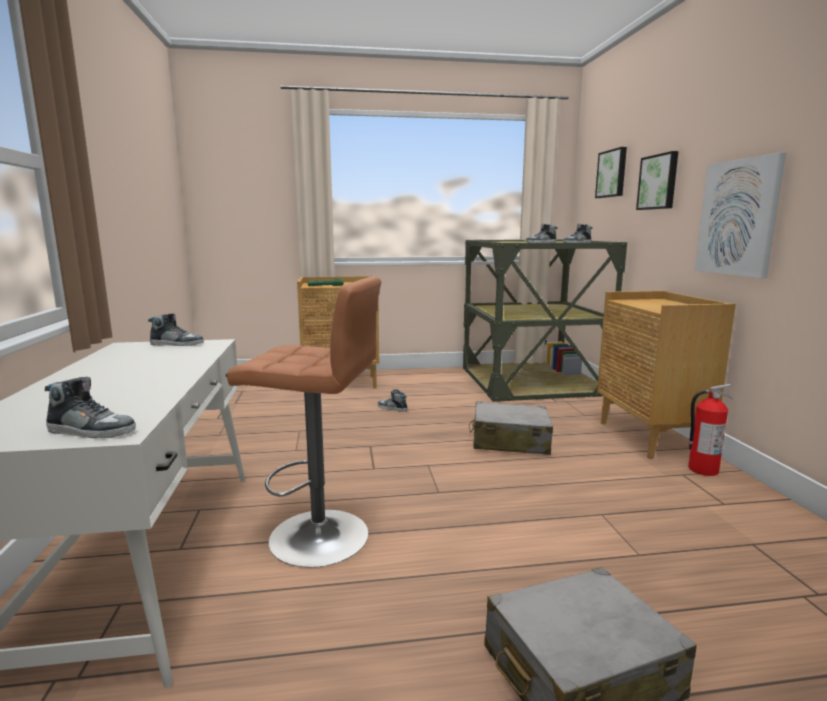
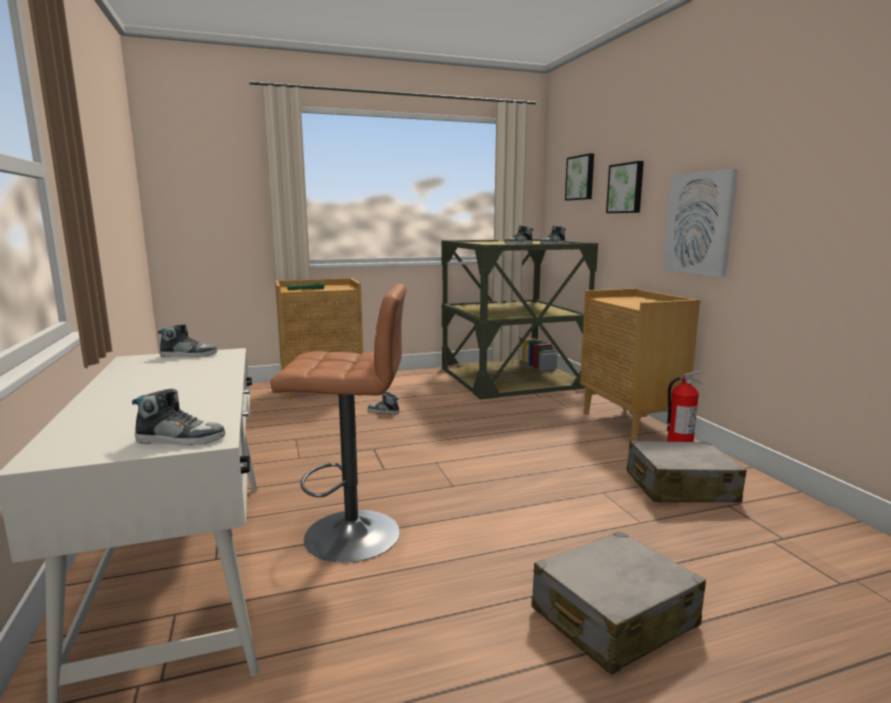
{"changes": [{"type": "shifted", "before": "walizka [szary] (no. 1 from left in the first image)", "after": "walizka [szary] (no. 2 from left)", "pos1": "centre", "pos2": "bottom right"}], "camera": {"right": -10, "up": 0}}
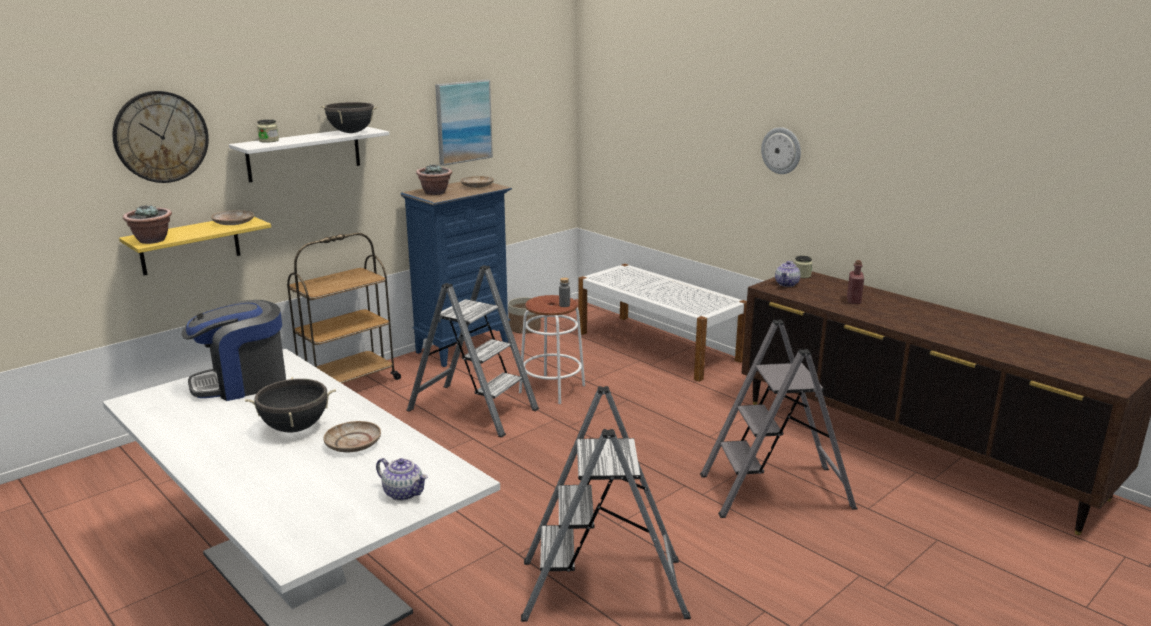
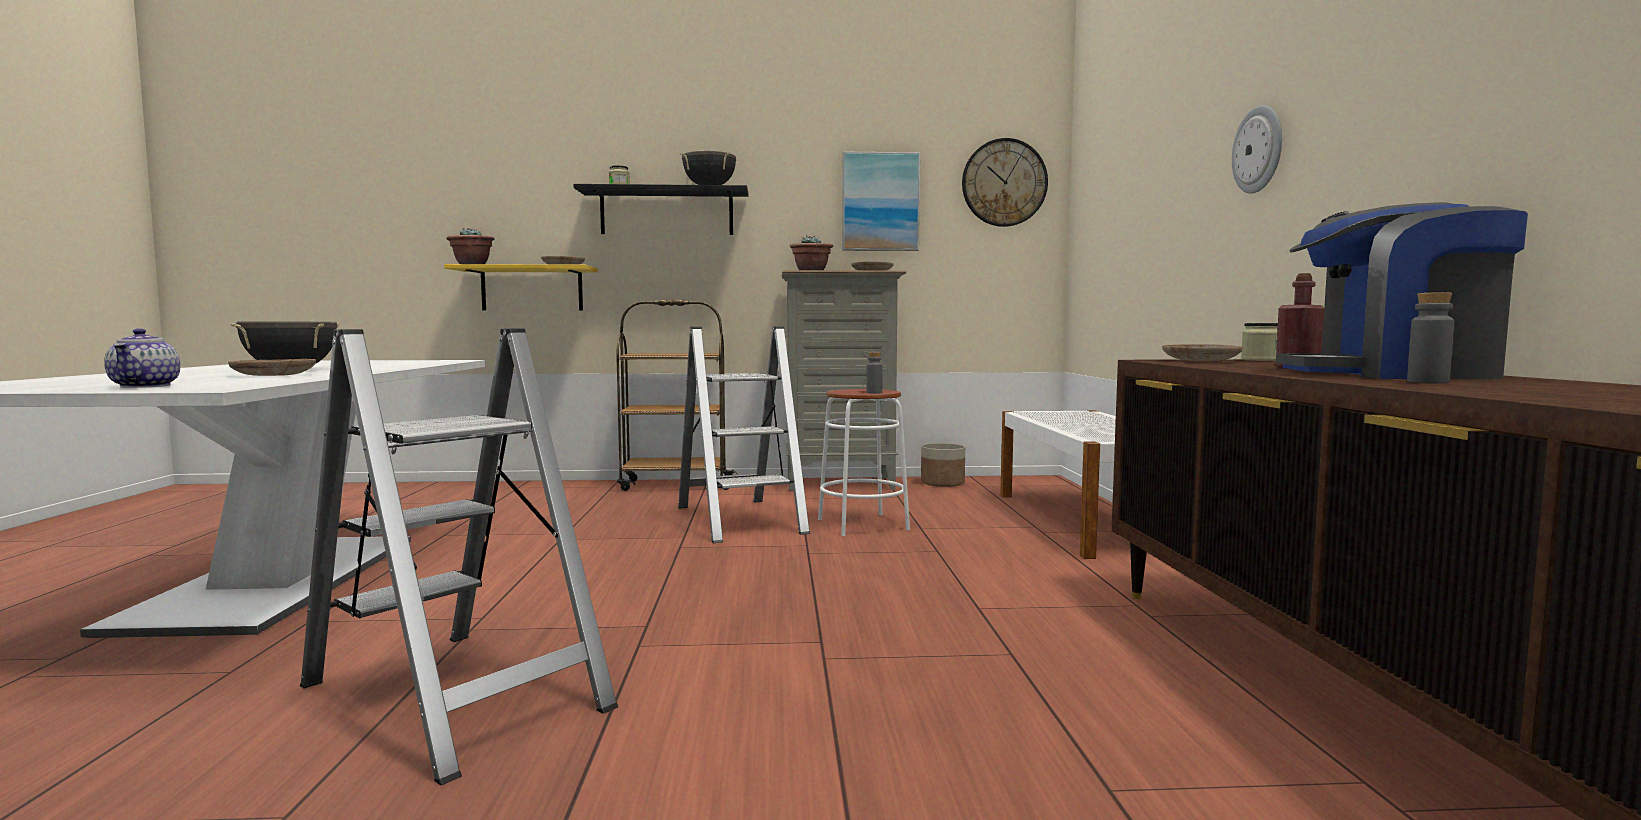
{"changes": [{"type": "shifted", "before": "zegar ścienny (no. 1 from left)", "pos1": "top left", "pos2": "top centre"}, {"type": "repainted", "before": "półka [biały]", "after": "półka [czarny]", "pos1": "top left", "pos2": "top centre"}, {"type": "repainted", "before": "komoda [niebieski]", "after": "komoda [szary]", "pos1": "centre", "pos2": "centre"}, {"type": "swapped", "before": "imbryk (no. 2 from left)", "after": "talerz [beżowy] (no. 4 from left)", "pos1": "middle right", "pos2": "middle right"}, {"type": "shifted", "before": "ekspres do kawy", "pos1": "middle left", "pos2": "middle right"}, {"type": "gone", "before": "drabinka [szary] (no. 3 from left)", "pos1": "bottom right"}, {"type": "new", "after": "butelka [szary] (no. 2 from left)", "pos2": "middle right"}], "camera": {"right": 40, "up": -15}}
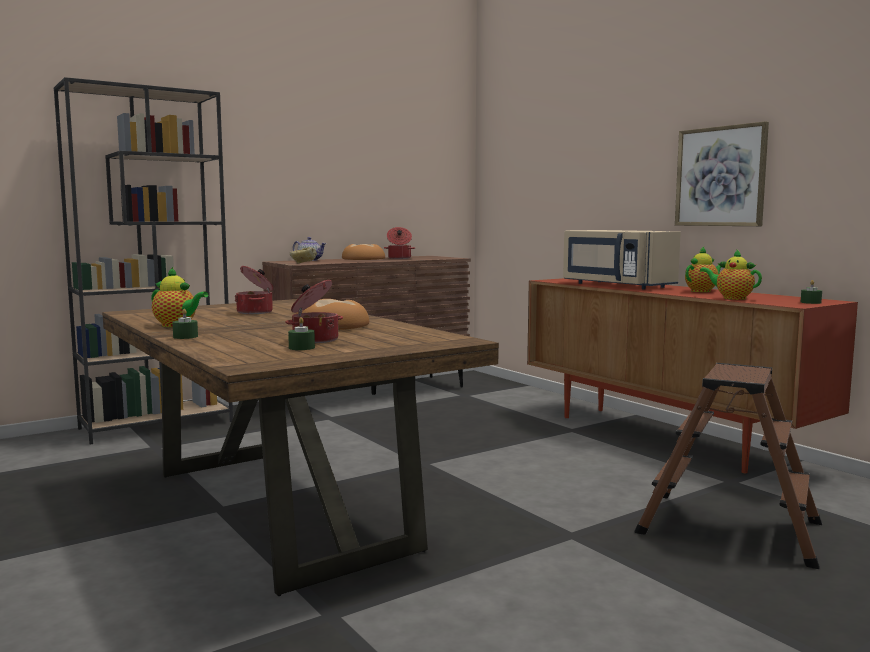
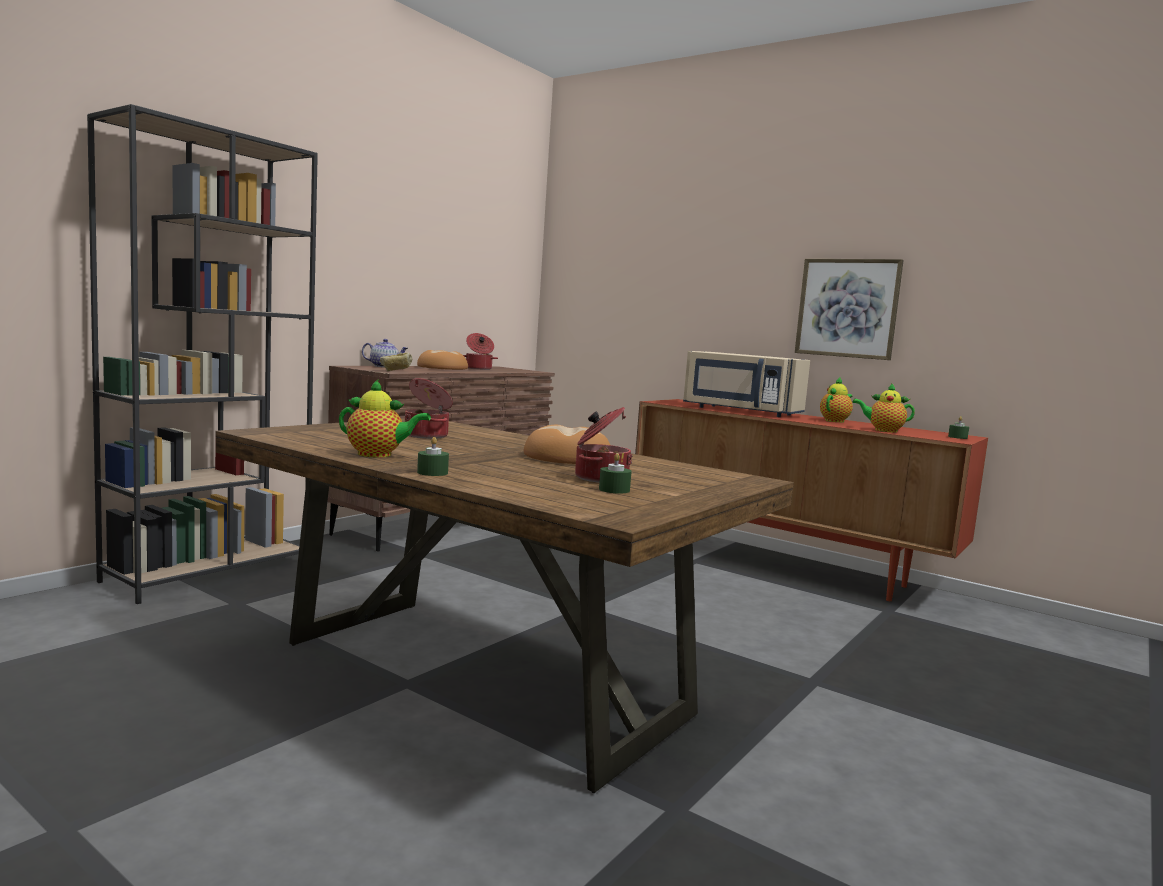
{"changes": [{"type": "gone", "before": "drabinka [brązowy]", "pos1": "bottom right"}], "camera": {"right": -20, "up": 0}}
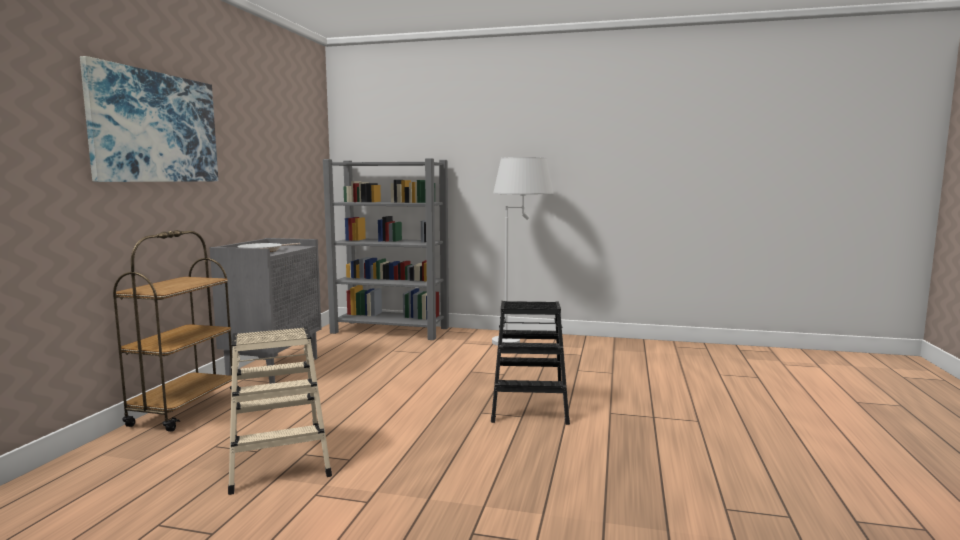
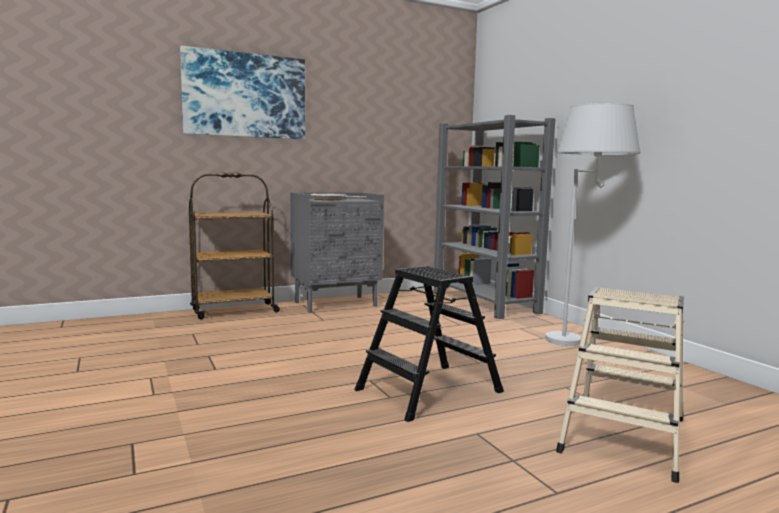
{"changes": [{"type": "shifted", "before": "drabinka [beżowy]", "pos1": "bottom left", "pos2": "bottom right"}], "camera": {"right": 50, "up": 0}}
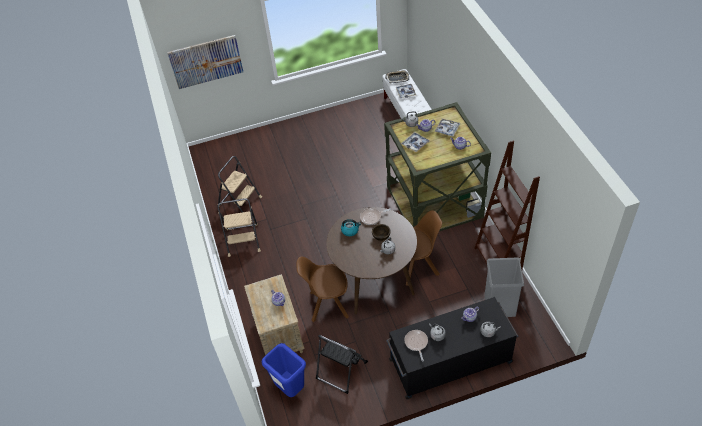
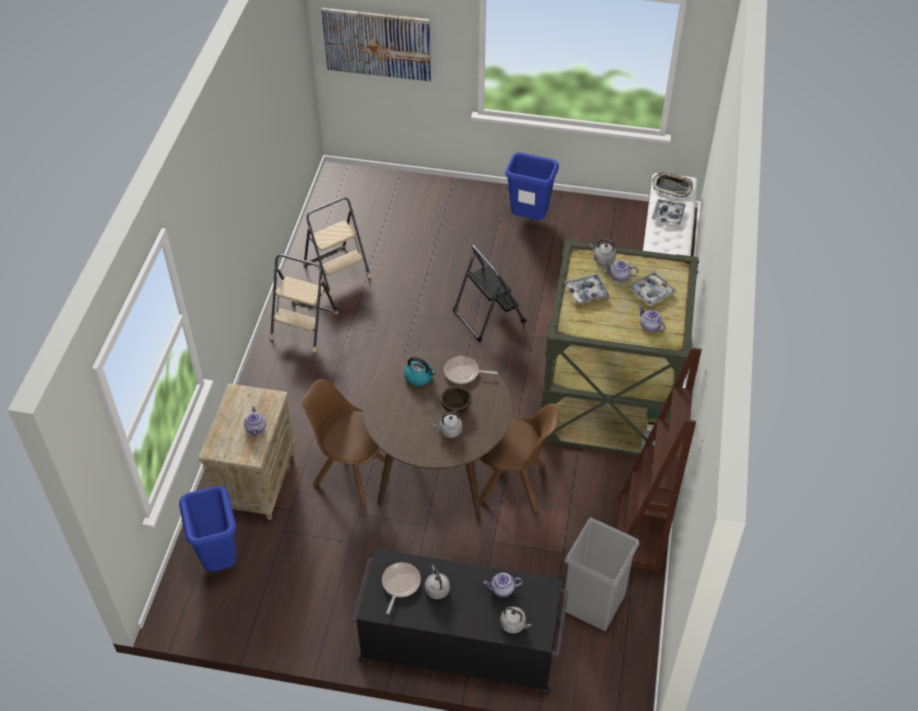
{"changes": [{"type": "shifted", "before": "drabinka [czarny]", "pos1": "bottom centre", "pos2": "centre"}, {"type": "new", "after": "kosz na śmieci [niebieski] (no. 2 from left)", "pos2": "top centre"}], "camera": {"right": 25, "up": 0}}
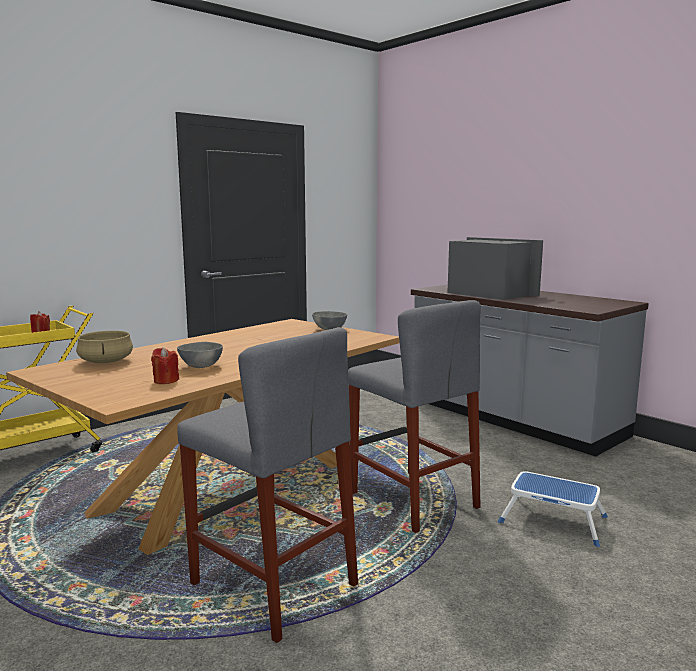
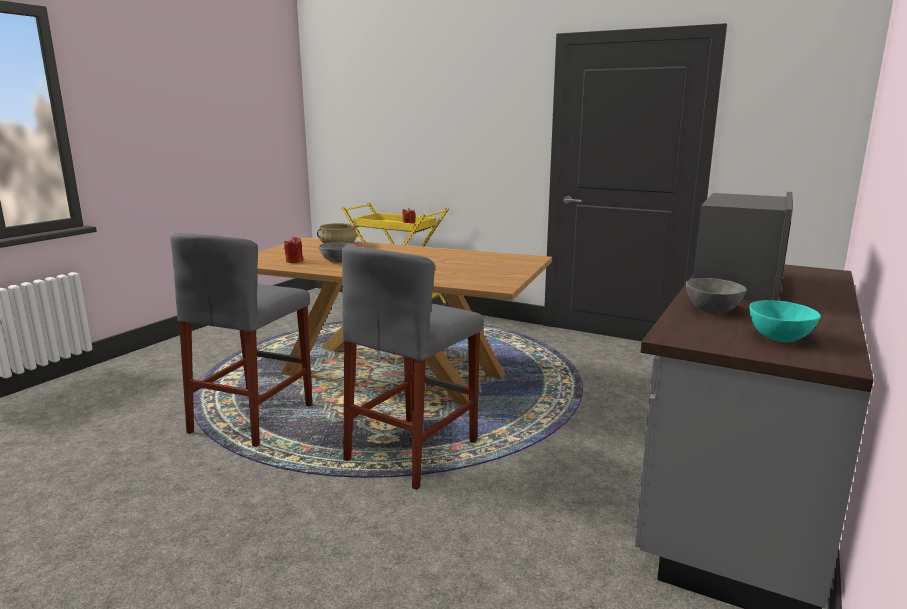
{"changes": [{"type": "shifted", "before": "miska [szary] (no. 2 from left)", "pos1": "centre", "pos2": "middle right"}, {"type": "gone", "before": "drabinka [niebieski]", "pos1": "bottom right"}, {"type": "new", "after": "miska [turkusowy]", "pos2": "middle right"}], "camera": {"right": 70, "up": 5}}
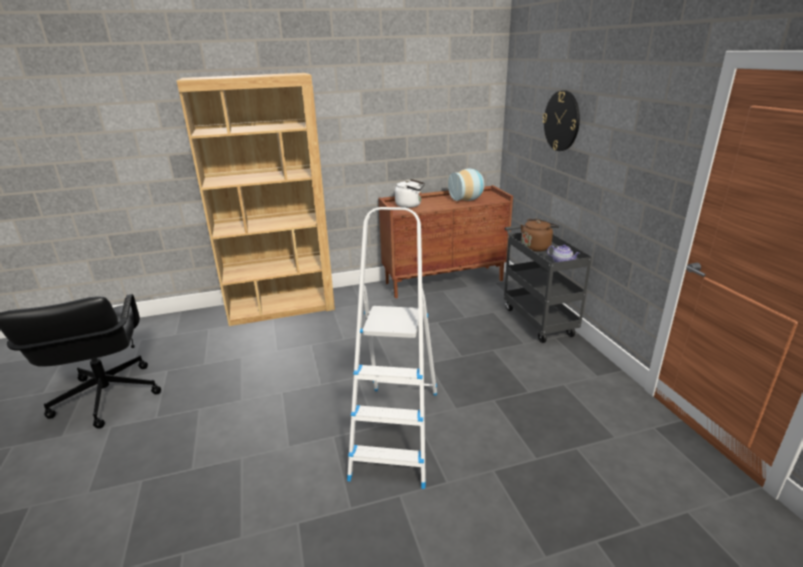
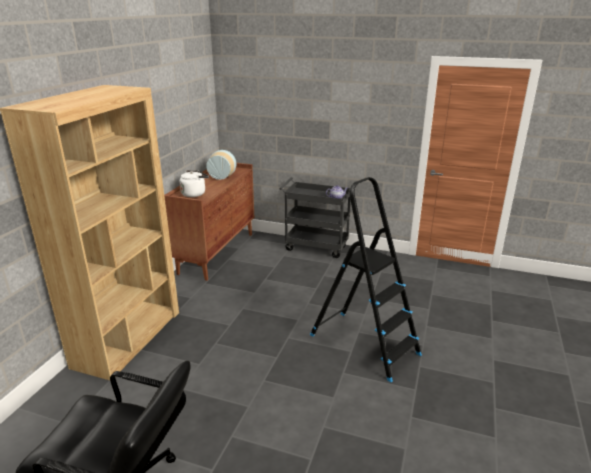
{"changes": [{"type": "gone", "before": "zegar ścienny", "pos1": "top right"}, {"type": "repainted", "before": "drabinka [biały]", "after": "drabinka [czarny]", "pos1": "centre", "pos2": "centre"}, {"type": "gone", "before": "czajnik [brązowy]", "pos1": "middle right"}], "camera": {"right": -55, "up": 0}}
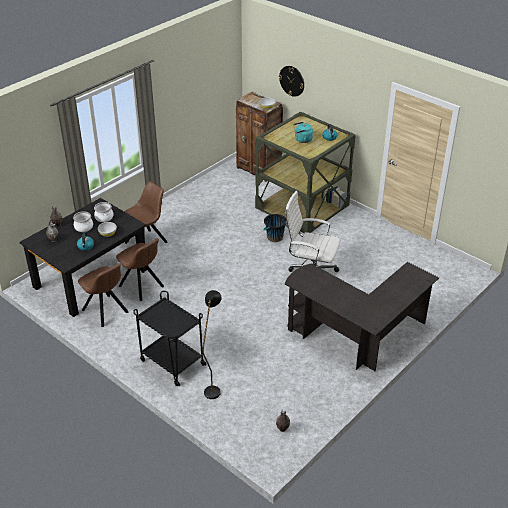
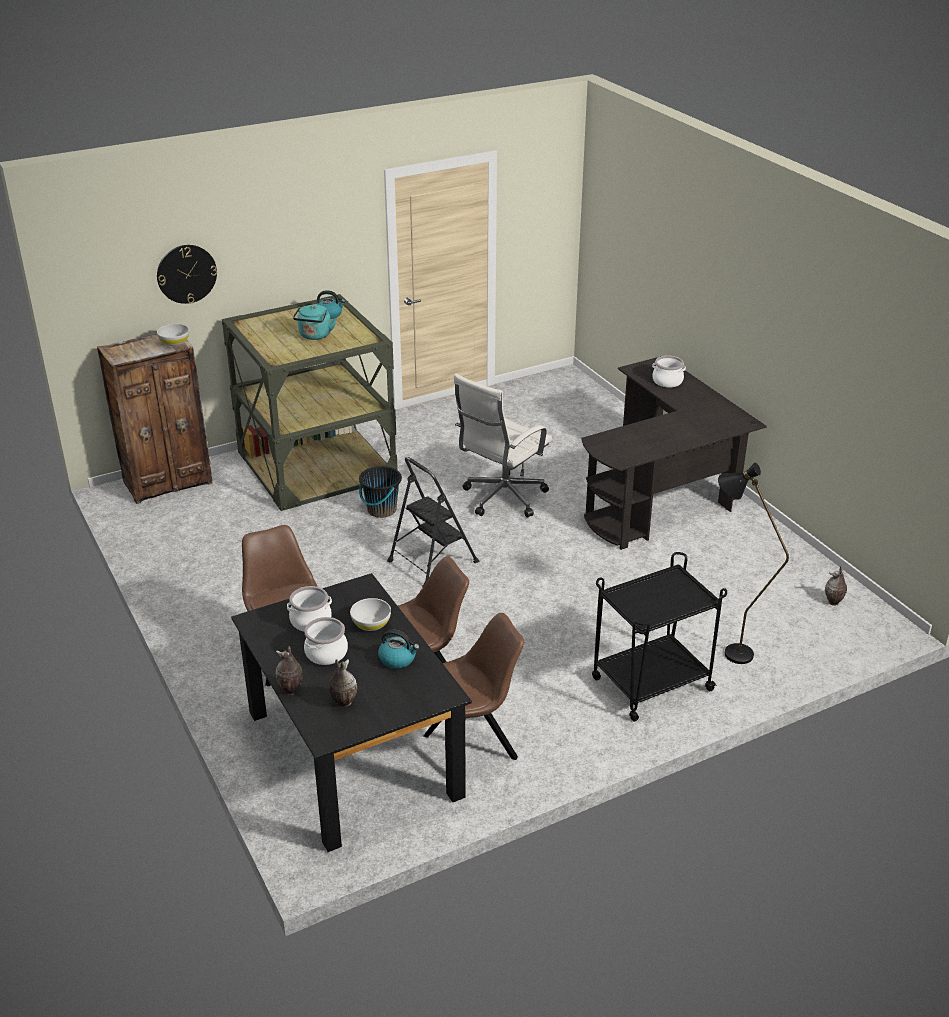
{"changes": [{"type": "new", "after": "garnek (no. 3 from left)", "pos2": "middle right"}, {"type": "new", "after": "drabinka [czarny]", "pos2": "centre"}], "camera": {"right": -70, "up": -5}}
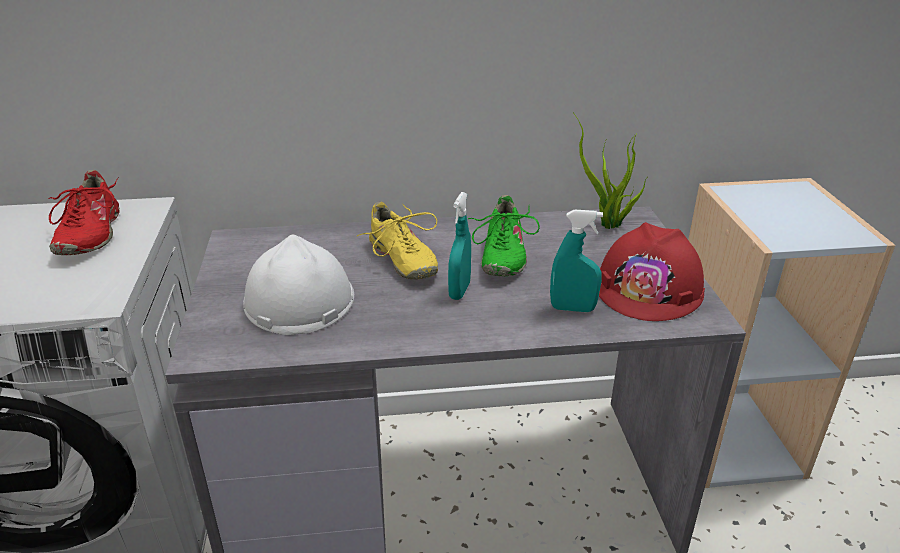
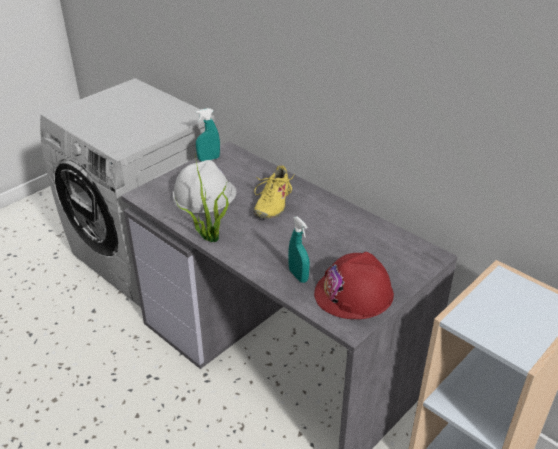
{"changes": [{"type": "shifted", "before": "roślina doniczkowa", "pos1": "top right", "pos2": "centre"}, {"type": "gone", "before": "but [czerwony]", "pos1": "middle left"}, {"type": "shifted", "before": "spryskiwacz [turkusowy] (no. 1 from left)", "pos1": "centre", "pos2": "top centre"}, {"type": "gone", "before": "but [zielony]", "pos1": "centre"}], "camera": {"right": 50, "up": 5}}
